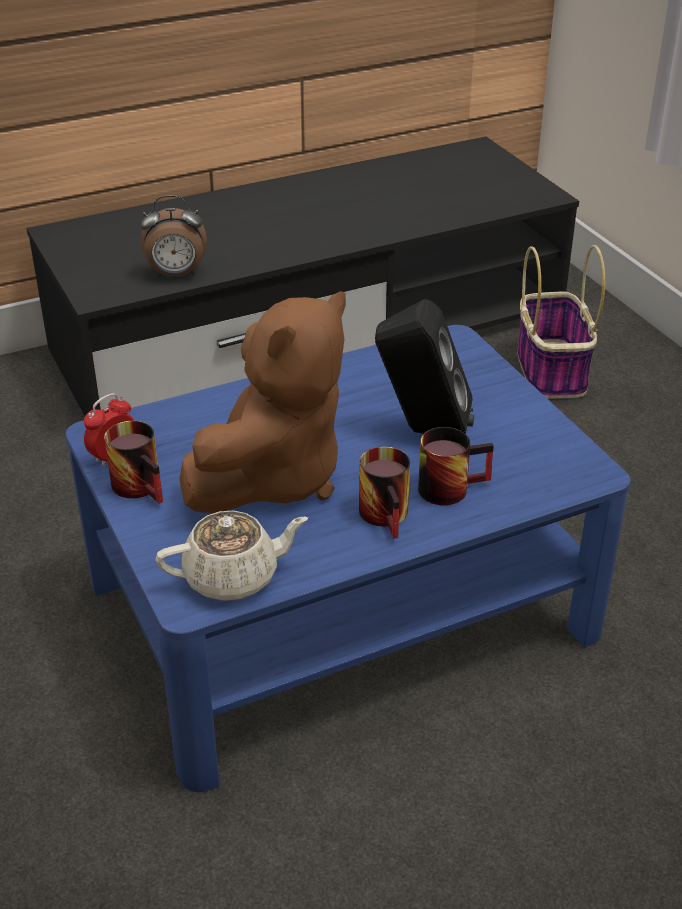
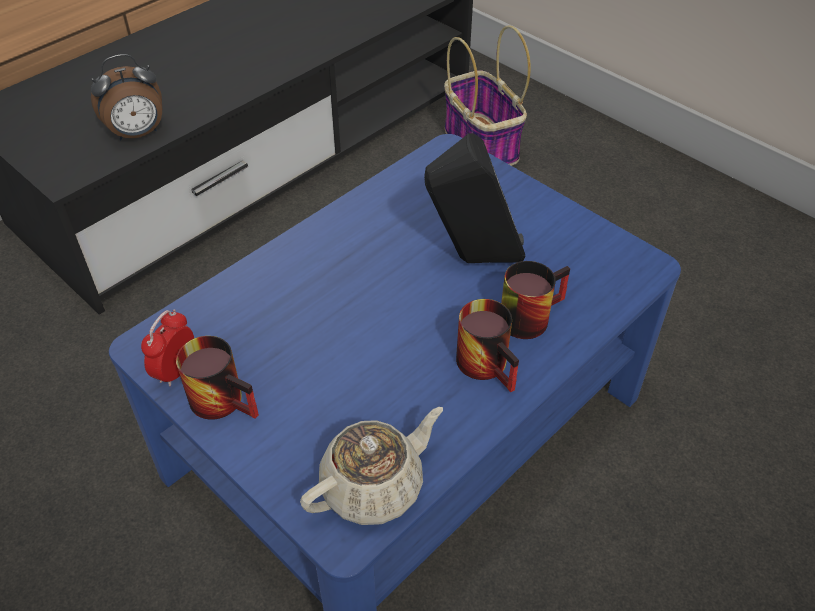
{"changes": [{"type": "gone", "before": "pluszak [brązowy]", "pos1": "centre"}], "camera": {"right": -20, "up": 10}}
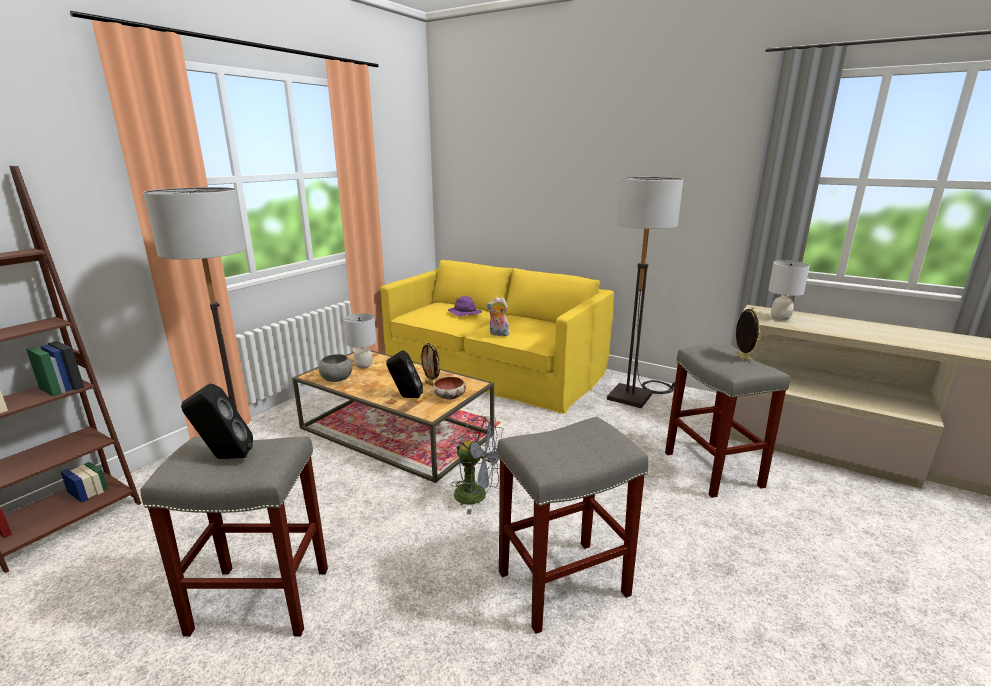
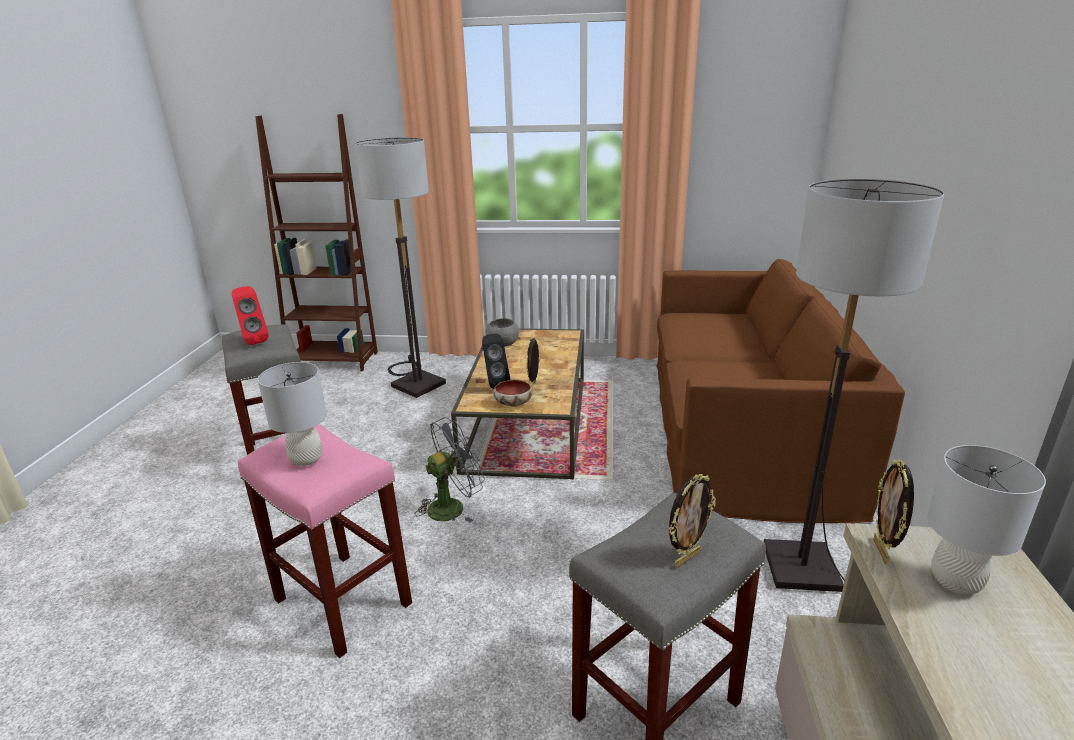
{"changes": [{"type": "repainted", "before": "kanapa [żółty]", "after": "kanapa [brązowy]", "pos1": "centre", "pos2": "middle right"}, {"type": "gone", "before": "kapelusz [fioletowy]", "pos1": "centre"}, {"type": "gone", "before": "pluszak", "pos1": "centre"}, {"type": "shifted", "before": "lampa stołowa [szary] (no. 1 from left)", "pos1": "centre", "pos2": "middle left"}, {"type": "repainted", "before": "głośnik [czarny] (no. 1 from left)", "after": "głośnik [czerwony]", "pos1": "middle left", "pos2": "middle left"}, {"type": "rotated", "before": "wentylator [szary]", "pos1": "bottom centre", "pos2": "centre", "turn": -120}, {"type": "repainted", "before": "stołek [szary] (no. 2 from left)", "after": "stołek [różowy]", "pos1": "bottom centre", "pos2": "bottom left"}, {"type": "new", "after": "ramka na zdjęcie (no. 3 from left)", "pos2": "bottom right"}], "camera": {"right": 65, "up": 5}}
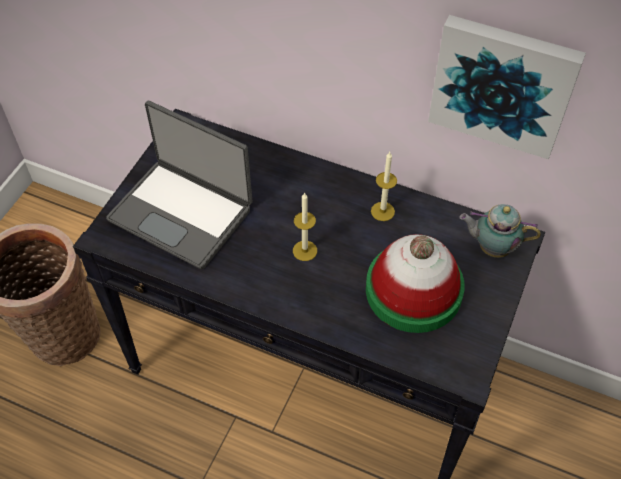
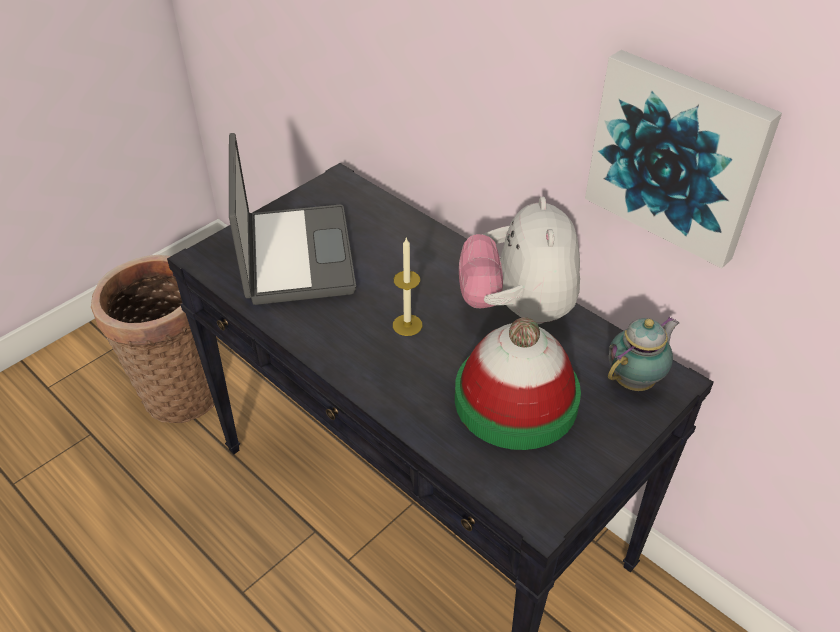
{"changes": [{"type": "rotated", "before": "laptop", "pos1": "middle left", "pos2": "centre", "turn": -150}, {"type": "swapped", "before": "świeca (no. 2 from left)", "after": "pluszak", "pos1": "centre", "pos2": "centre"}, {"type": "rotated", "before": "imbryk", "pos1": "middle right", "pos2": "middle right", "turn": 105}], "camera": {"right": 20, "up": -10}}
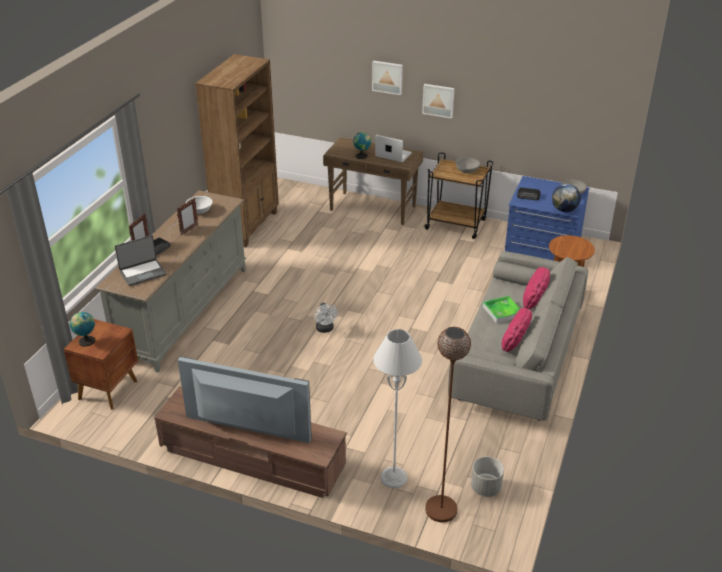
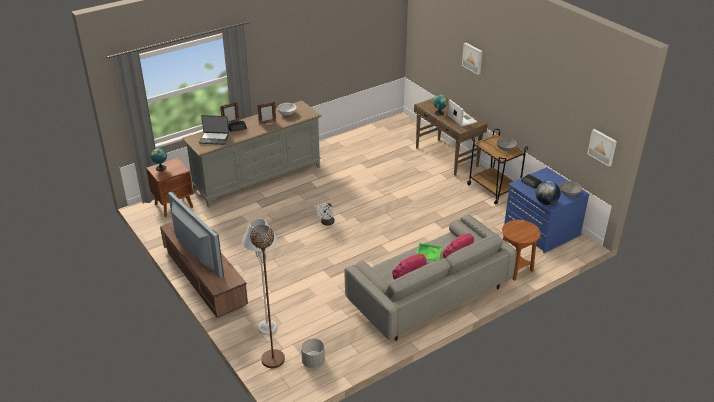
{"changes": [{"type": "gone", "before": "regał [brązowy]", "pos1": "top left"}, {"type": "shifted", "before": "obraz (no. 2 from left)", "pos1": "top centre", "pos2": "middle right"}], "camera": {"right": 35, "up": 0}}
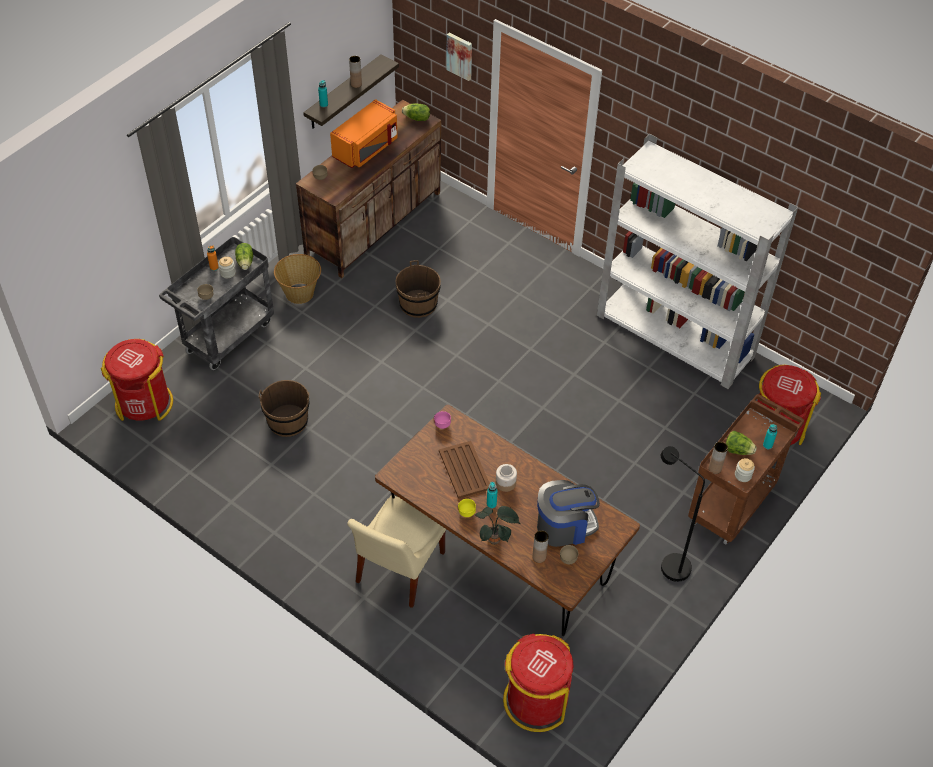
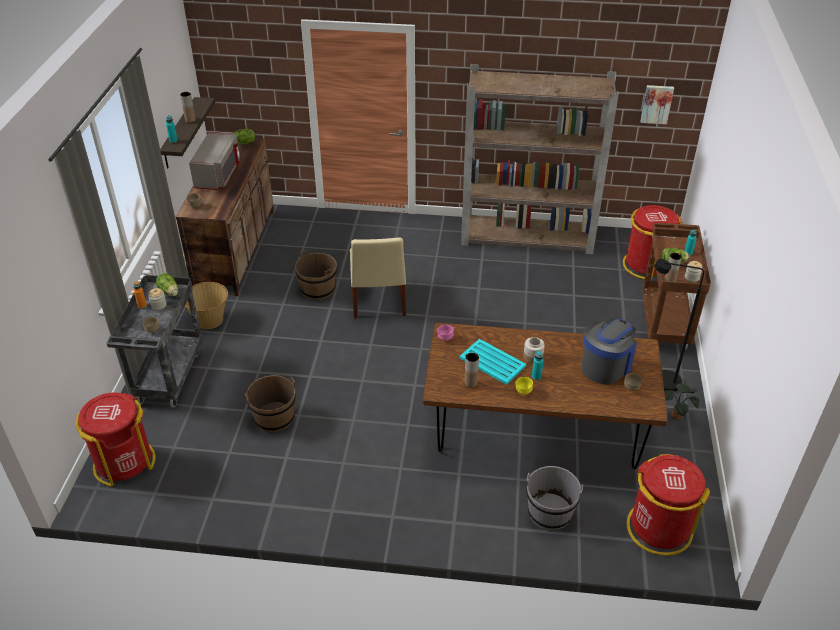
{"changes": [{"type": "shifted", "before": "obraz", "pos1": "top centre", "pos2": "top right"}, {"type": "repainted", "before": "mikrofalówka [pomarańczowy]", "after": "mikrofalówka [szary]", "pos1": "top centre", "pos2": "top left"}, {"type": "repainted", "before": "regał [biały]", "after": "regał [brązowy]", "pos1": "middle right", "pos2": "top centre"}, {"type": "repainted", "before": "taca [brązowy]", "after": "taca [turkusowy]", "pos1": "centre", "pos2": "centre"}, {"type": "shifted", "before": "krzesło [beżowy]", "pos1": "bottom centre", "pos2": "centre"}, {"type": "shifted", "before": "roślina doniczkowa", "pos1": "bottom centre", "pos2": "middle right"}, {"type": "shifted", "before": "wazon [brązowy] (no. 2 from left)", "pos1": "bottom centre", "pos2": "centre"}, {"type": "new", "after": "wiadro [szary]", "pos2": "bottom centre"}], "camera": {"right": -30, "up": -10}}
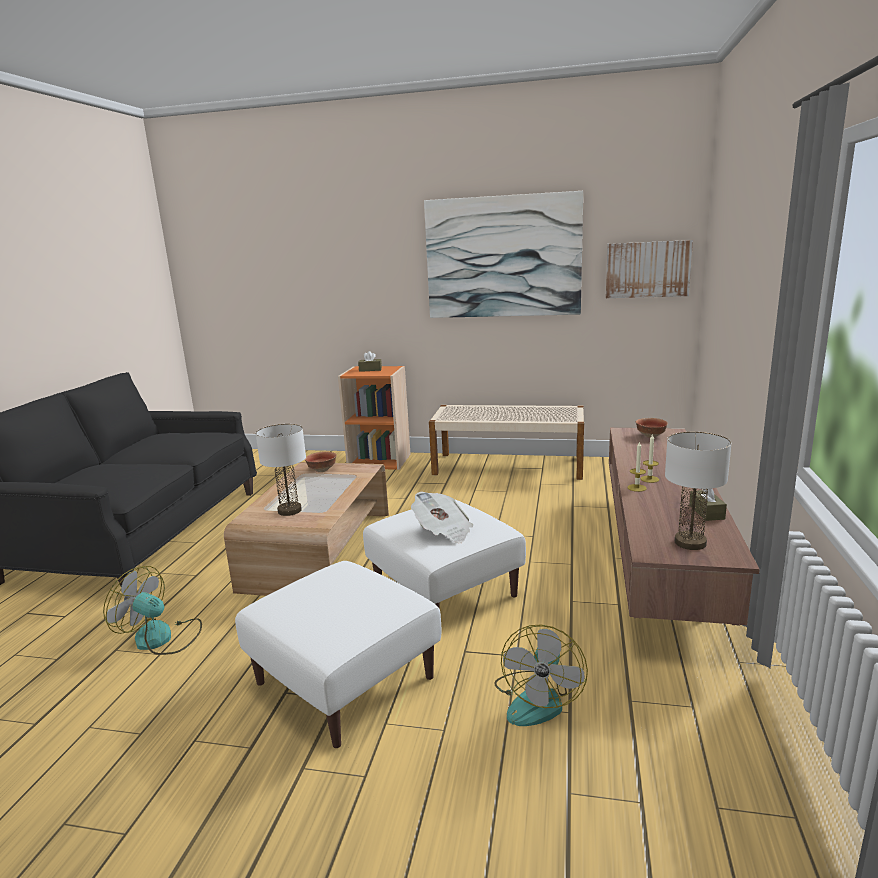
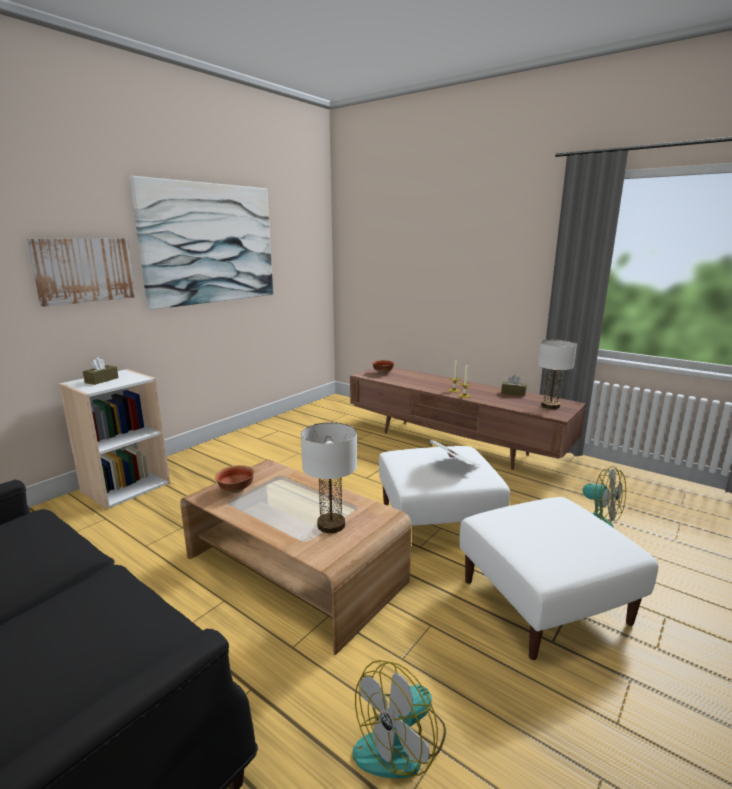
{"changes": [{"type": "shifted", "before": "obraz (no. 2 from left in the first image)", "after": "obraz (no. 1 from left)", "pos1": "top right", "pos2": "middle left"}, {"type": "repainted", "before": "regał [pomarańczowy]", "after": "regał [biały]", "pos1": "centre", "pos2": "middle left"}, {"type": "gone", "before": "ławka [beżowy]", "pos1": "centre"}], "camera": {"right": -65, "up": 0}}
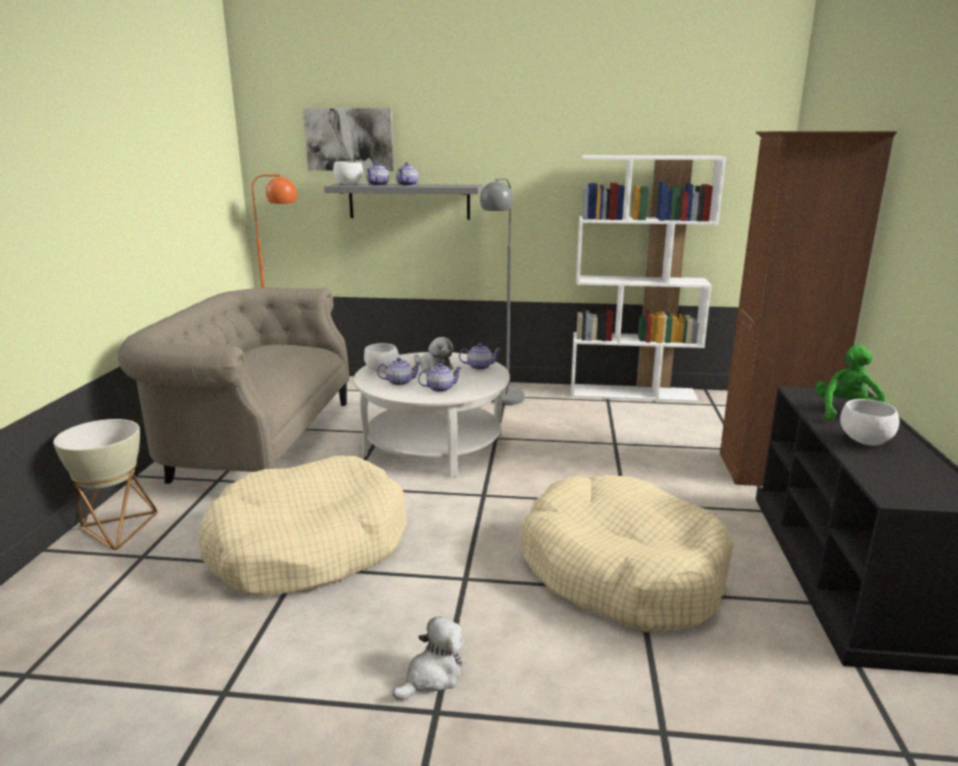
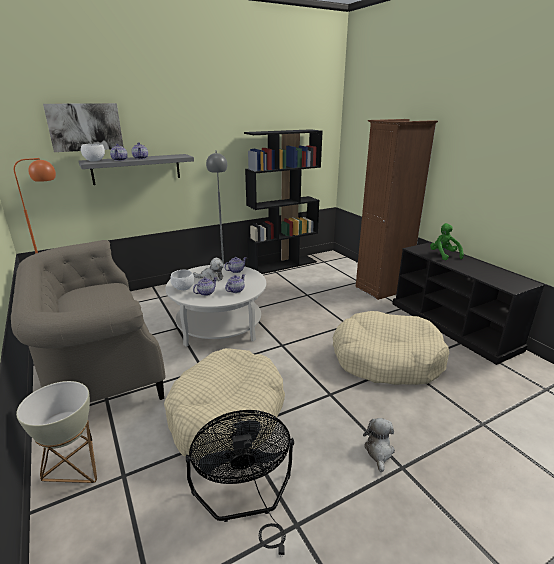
{"changes": [{"type": "repainted", "before": "regał [biały]", "after": "regał [czarny]", "pos1": "middle right", "pos2": "centre"}, {"type": "gone", "before": "miska [biały] (no. 3 from left)", "pos1": "middle right"}, {"type": "new", "after": "wentylator [czarny]", "pos2": "bottom centre"}], "camera": {"right": -35, "up": 5}}
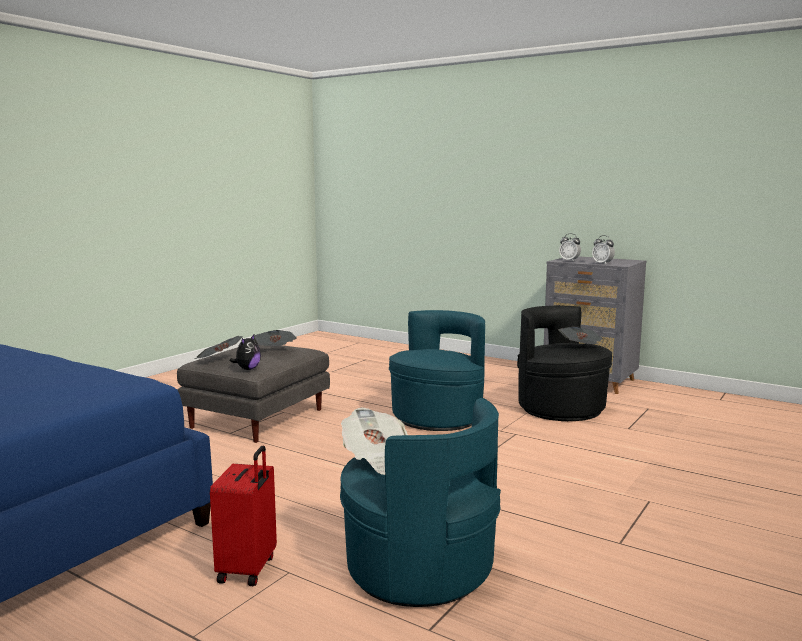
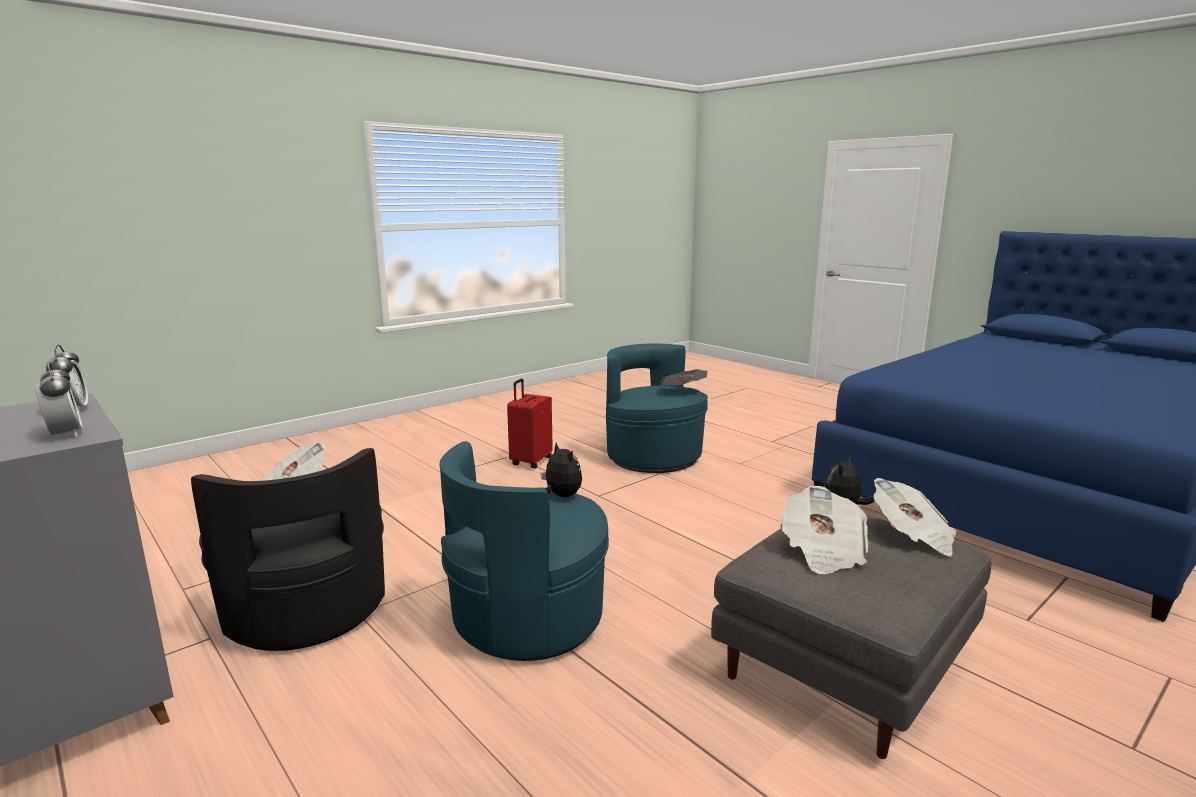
{"changes": [{"type": "shifted", "before": "walizka [czerwony]", "pos1": "bottom left", "pos2": "centre"}, {"type": "new", "after": "pluszak (no. 1 from left)", "pos2": "centre"}], "camera": {"right": -165, "up": 5}}
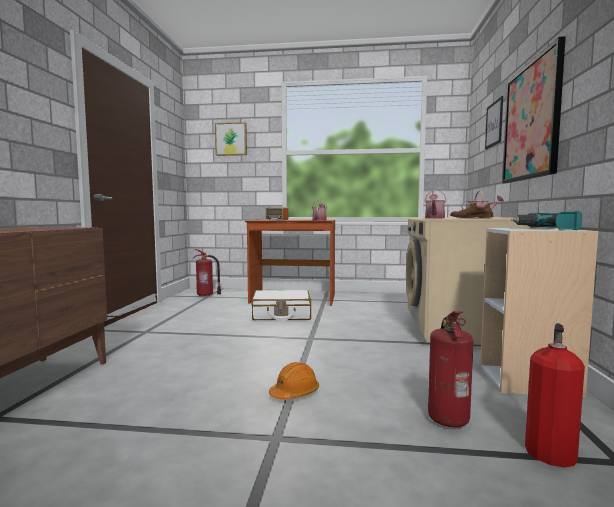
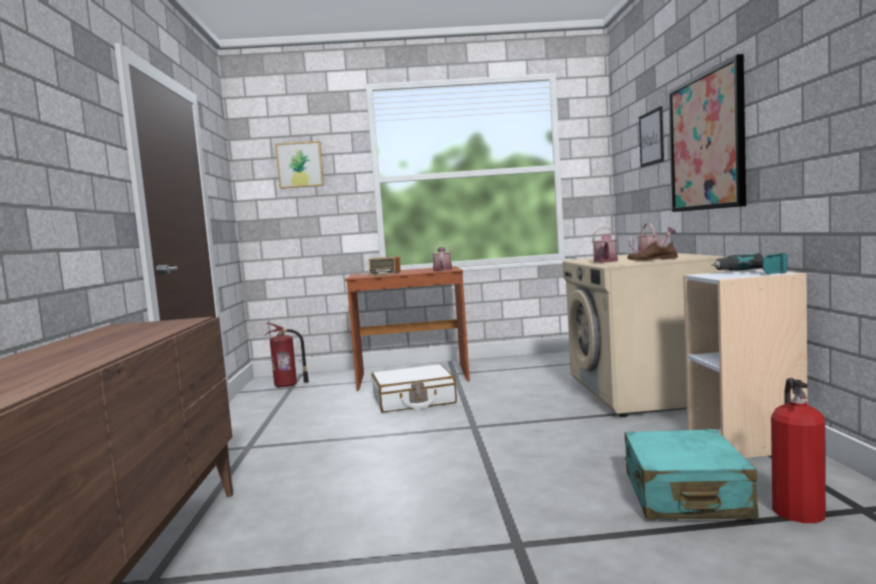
{"changes": [{"type": "swapped", "before": "gaśnica (no. 2 from left)", "after": "walizka [turkusowy]", "pos1": "bottom right", "pos2": "bottom right"}, {"type": "gone", "before": "kask [pomarańczowy]", "pos1": "bottom centre"}], "camera": {"right": -10, "up": 0}}
